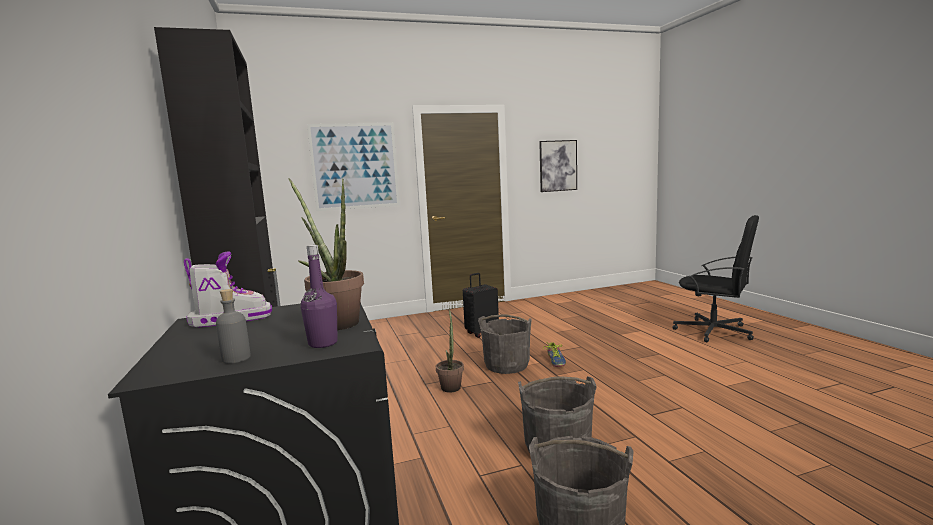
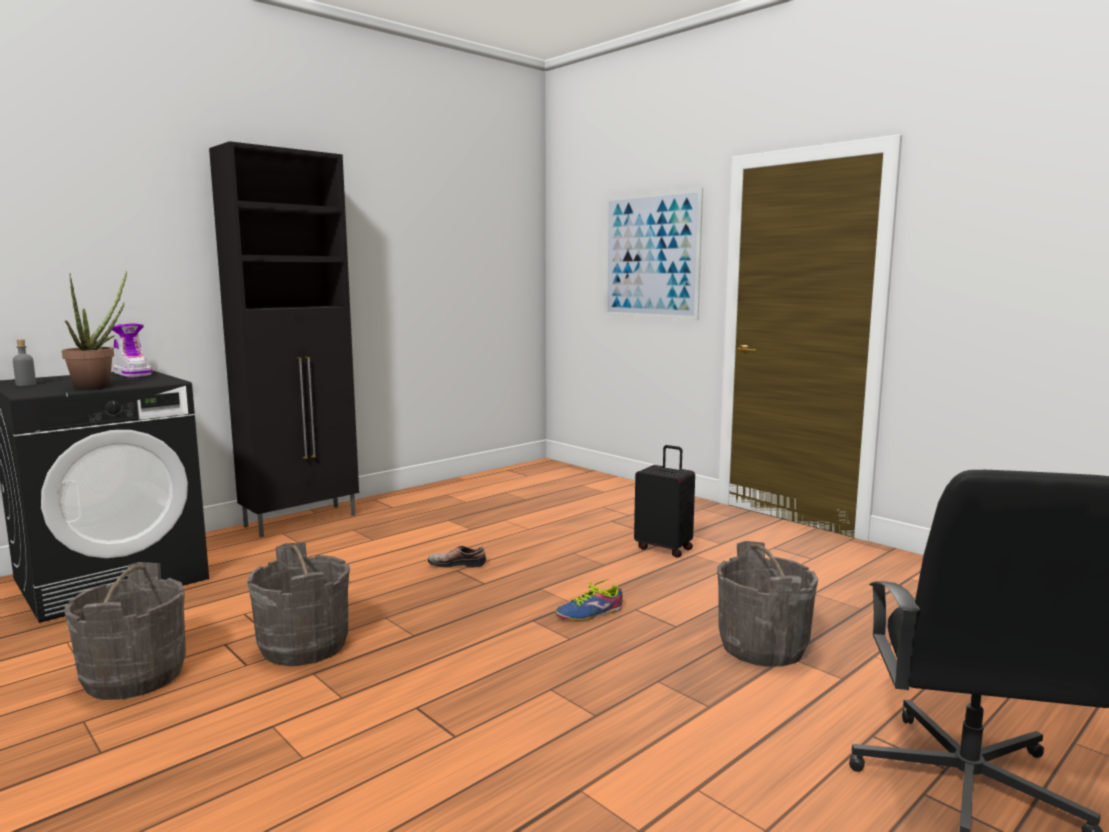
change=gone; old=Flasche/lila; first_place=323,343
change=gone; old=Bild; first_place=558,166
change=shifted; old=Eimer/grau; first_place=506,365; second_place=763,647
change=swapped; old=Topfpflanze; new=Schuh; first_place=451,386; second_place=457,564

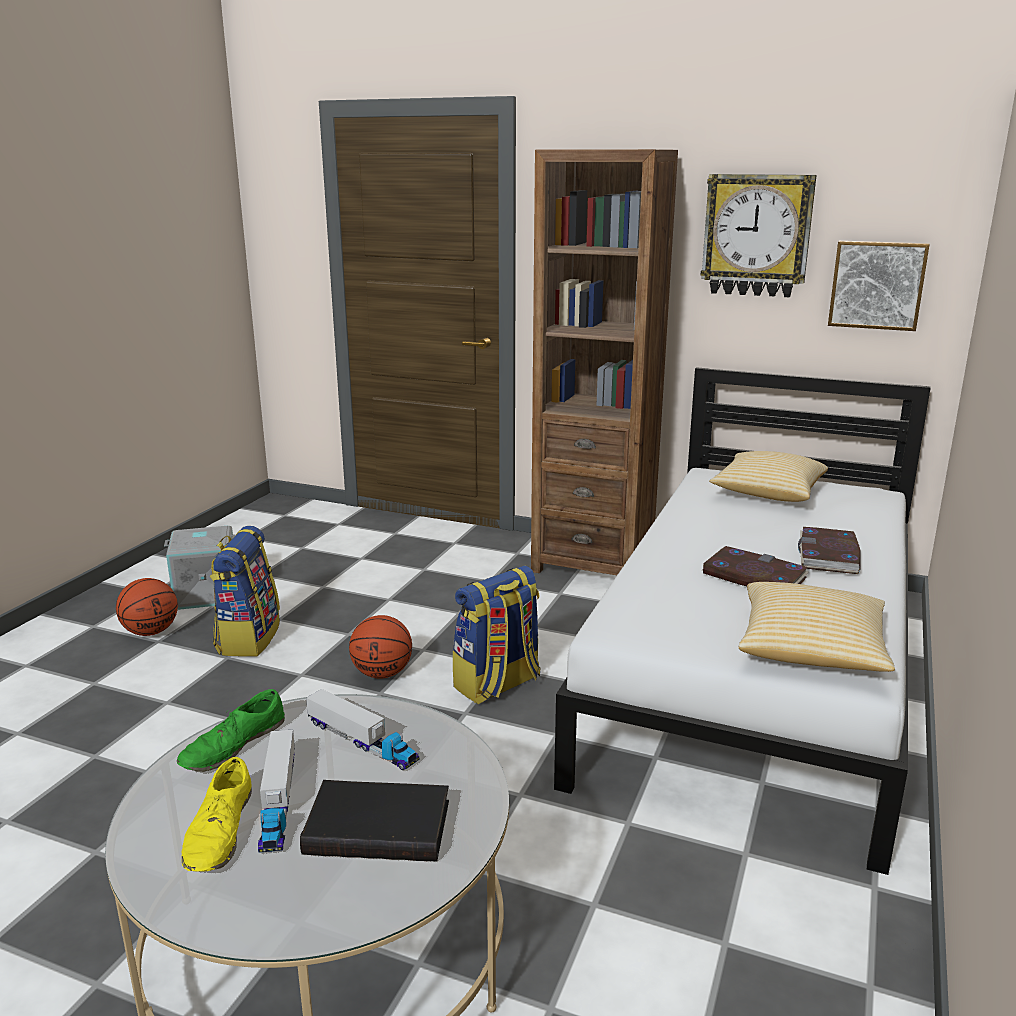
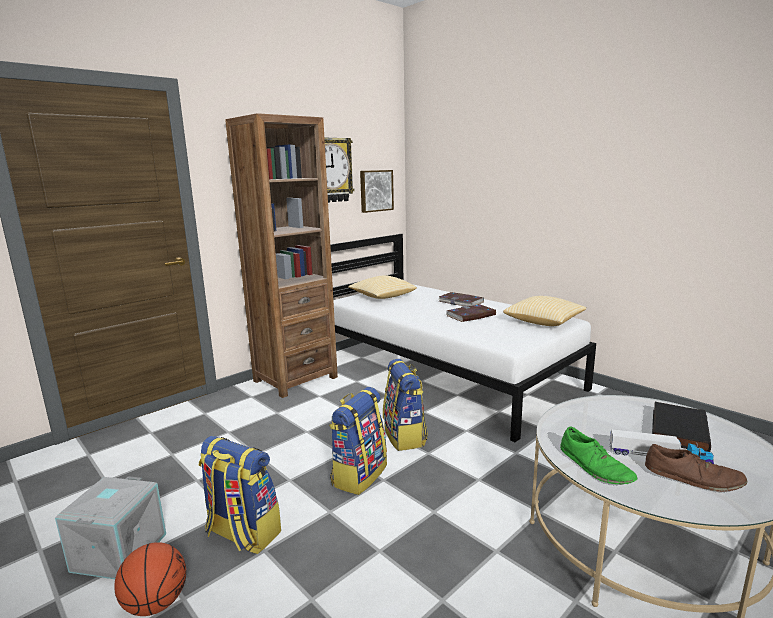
change=gone; old=Spielzeuglaster; first_place=362,742
change=swapped; old=Basketball; new=Rucksack; first_place=382,673; second_place=359,474
change=repainted; old=Schuh/gelb; new=Schuh/braun; first_place=220,831; second_place=693,478

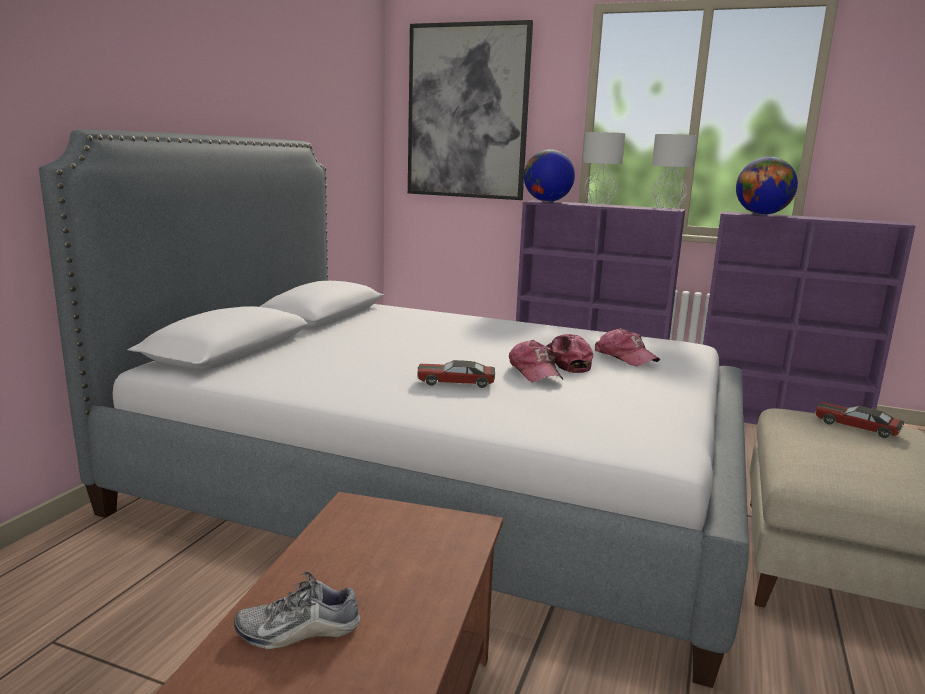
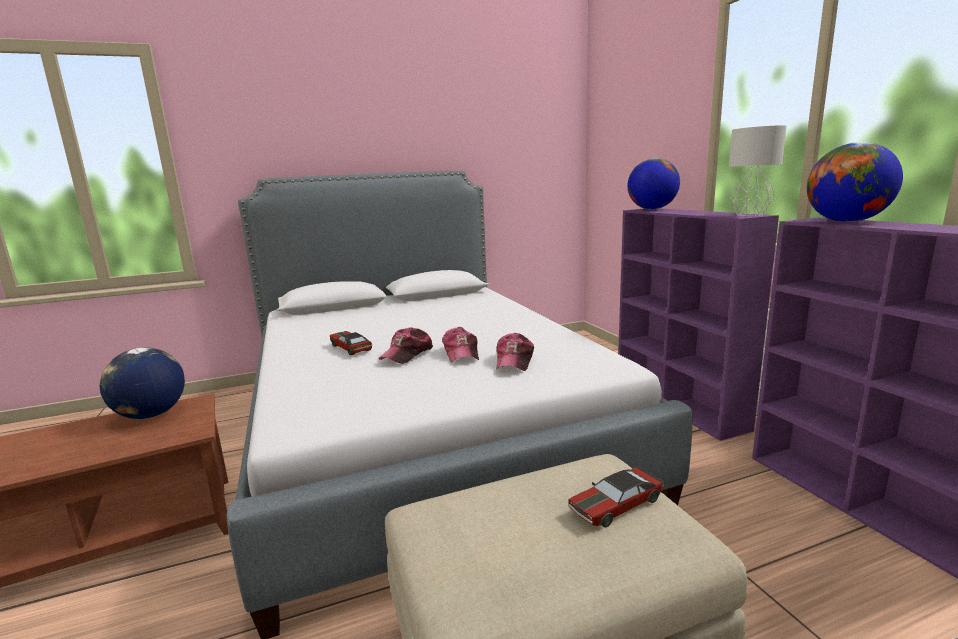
change=gone; old=Schuh; first_place=298,630
change=gone; old=Bild; first_place=467,112
change=gone; old=Tischlampe/grau; first_place=598,204
change=new; new=Globus; second_place=151,415
change=rotated; old=Kappe; first_place=566,362; second_place=461,353; degrees=135
change=rotated; old=Spielzeugauto; first_place=856,426; second_place=616,505; degrees=-120

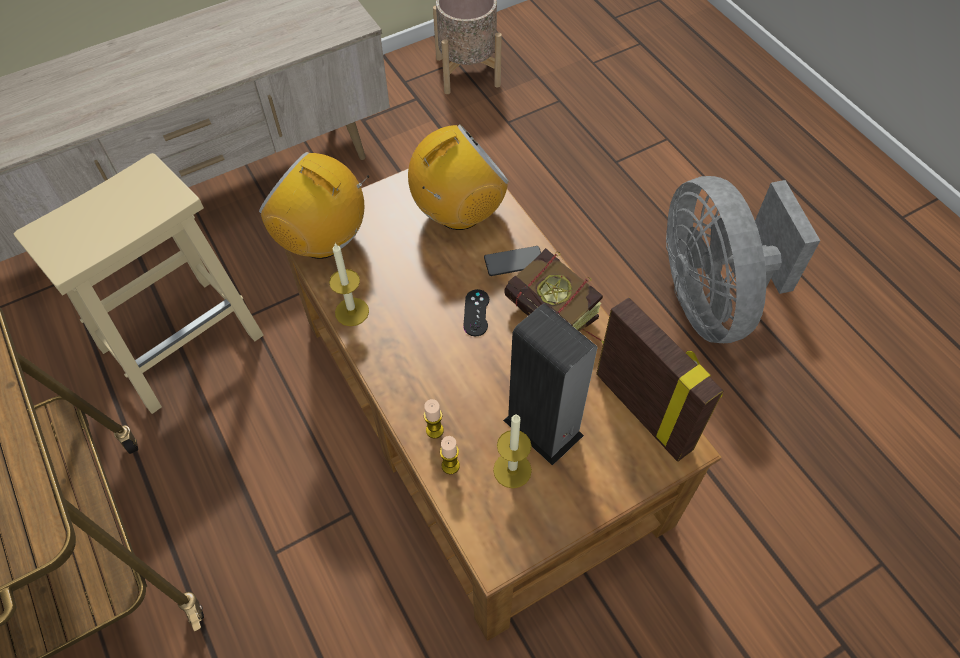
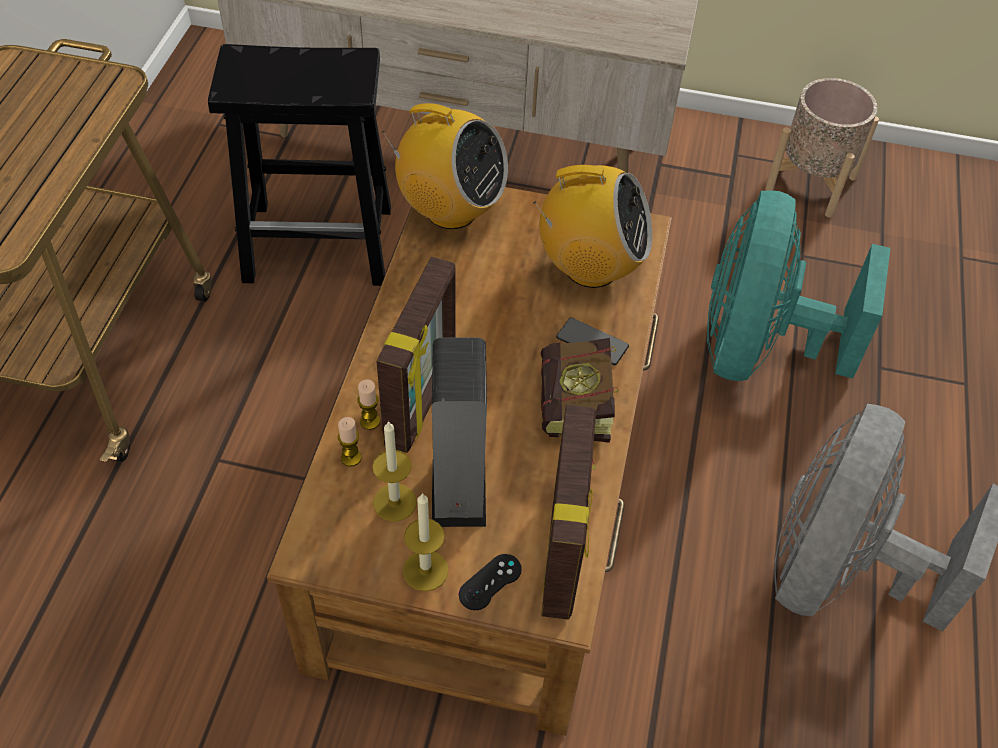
change=new; new=Bilderrahmen; second_place=423,399
change=new; new=Ventilator/türkis; second_place=759,347
change=shifted; old=Kerze; first_place=352,312; second_place=425,570
change=shifted; old=Gamepad/schwarz; first_place=476,313; second_place=490,582
change=repainted; old=Hocker/beige; new=Hocker/schwarz; first_place=183,339; second_place=321,243
change=rotated; old=Radio; first_place=323,240; second_place=450,210; degrees=135

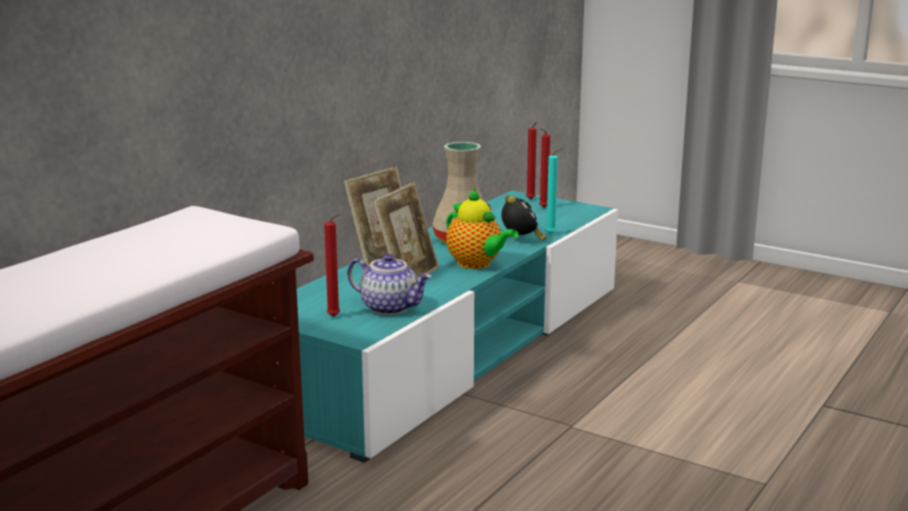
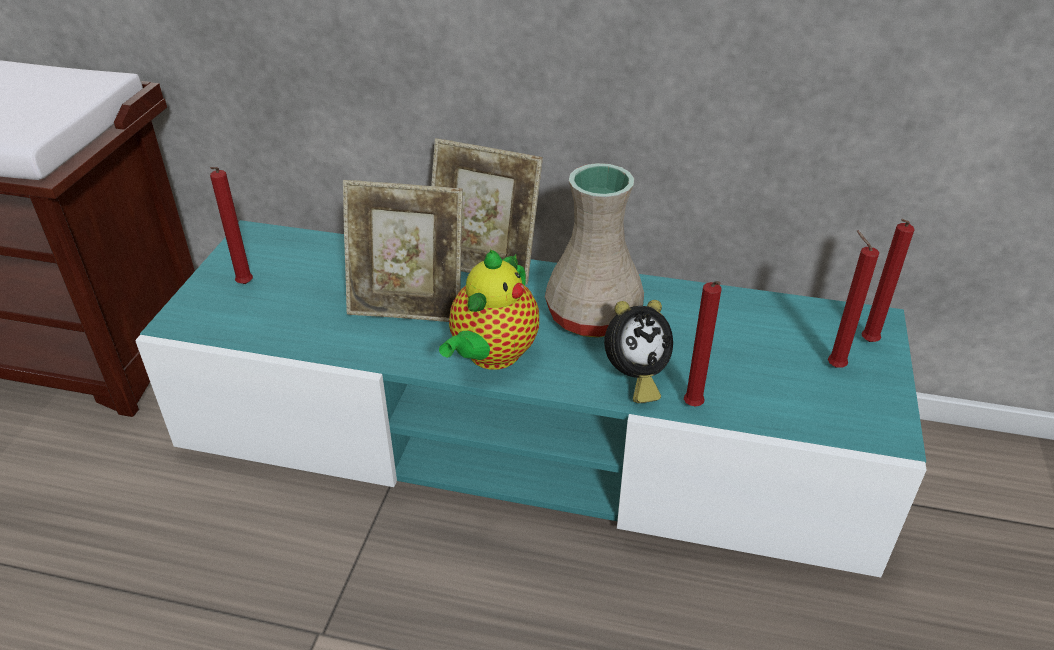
change=gone; old=Teekanne; first_place=390,307
change=repainted; old=Kerze/türkis; new=Kerze/rot; first_place=552,234; second_place=693,408

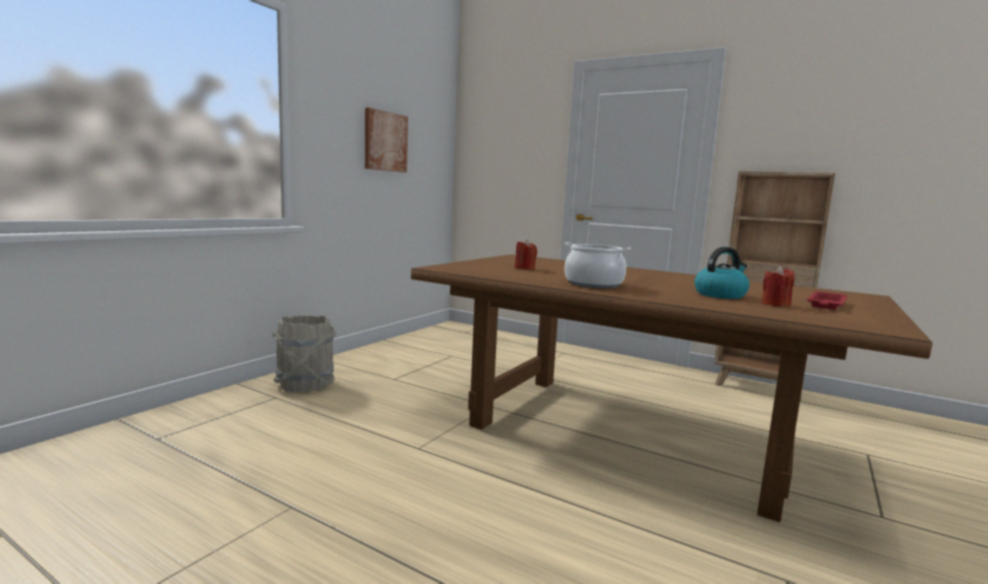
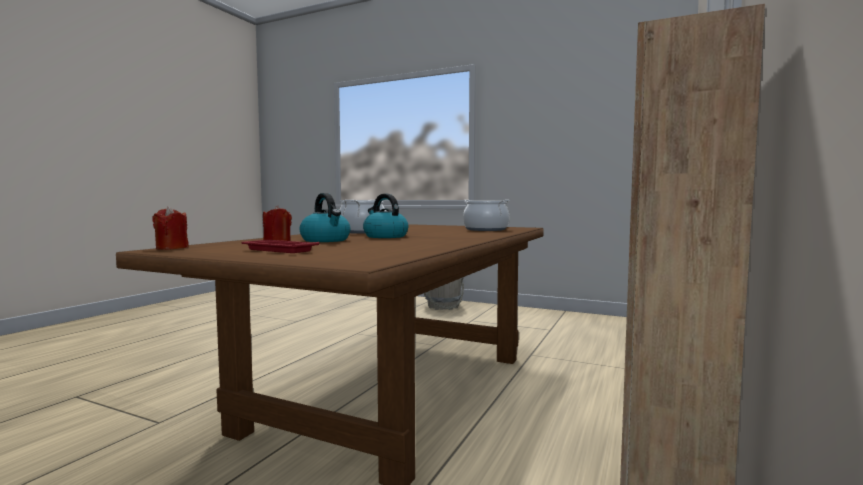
change=gone; old=Bild; first_place=385,141
change=new; new=Wasserkessel; second_place=385,236
change=new; new=Kochtopf; second_place=486,229
change=shifted; old=Kerze/rot; first_place=525,268; second_place=172,248

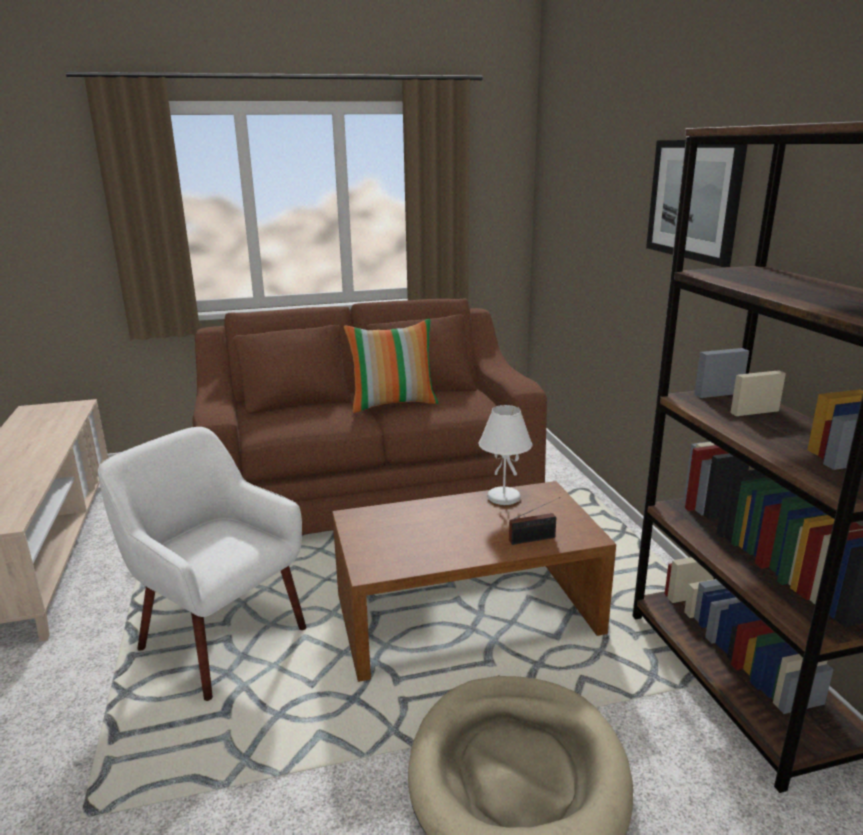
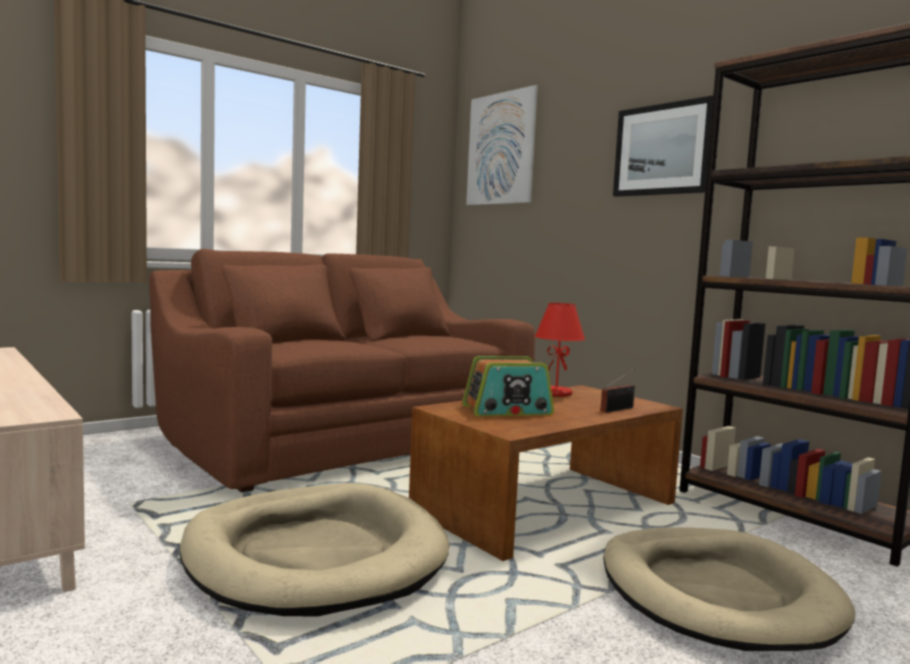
change=gone; old=Kissen; first_place=393,403
change=new; new=Radio; second_place=507,410
change=new; new=Bild; second_place=501,149
change=swapped; old=Sessel/weiß; new=Hundebett/beige; first_place=220,639; second_place=314,556
change=repainted; old=Tischlampe/weiß; new=Tischlampe/rot; first_place=503,498; second_place=555,393

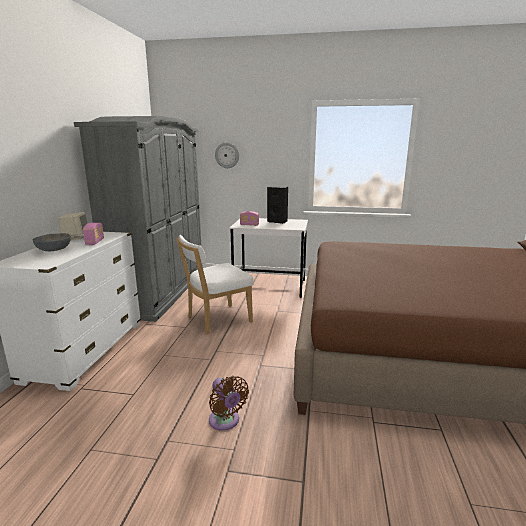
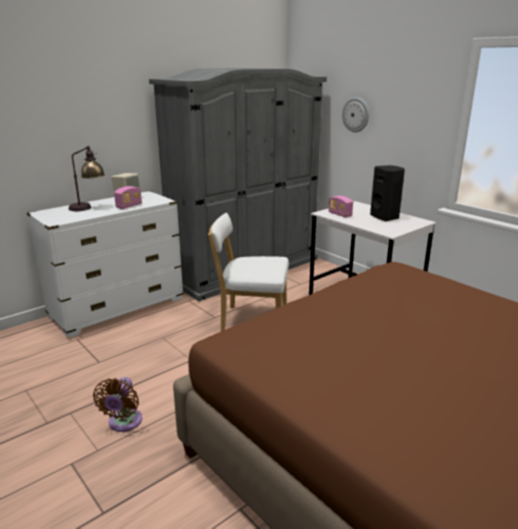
change=swapped; old=Schüssel/grau; new=Tischlampe; first_place=53,250; second_place=88,208

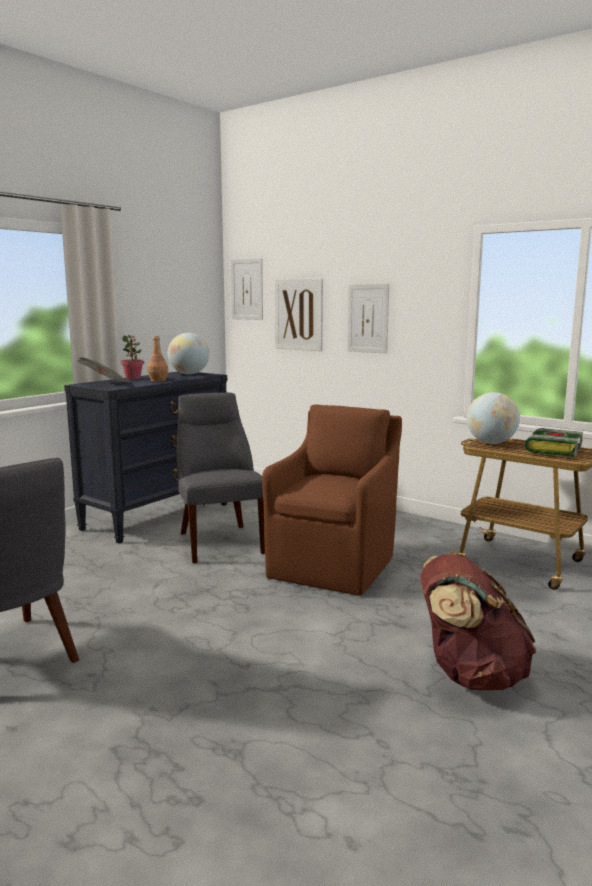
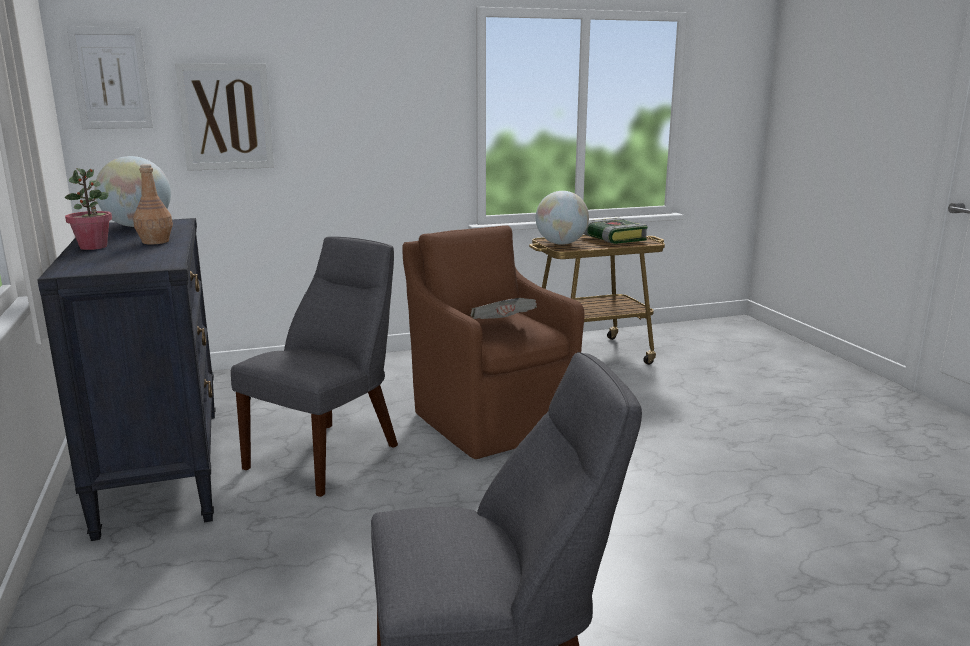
change=gone; old=Bild; first_place=368,318
change=gone; old=Rucksack/braun; first_place=469,675
change=shifted; old=Zeitung; first_place=105,383; second_place=502,327
change=rotated; old=Stuhl/grau; first_place=219,541; second_place=329,454; degrees=105

